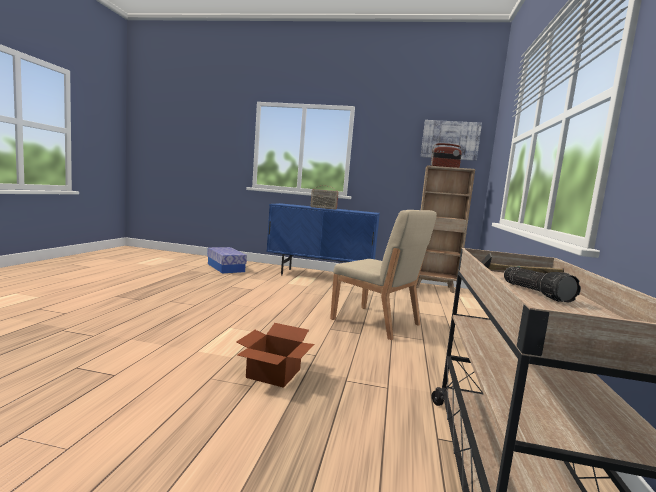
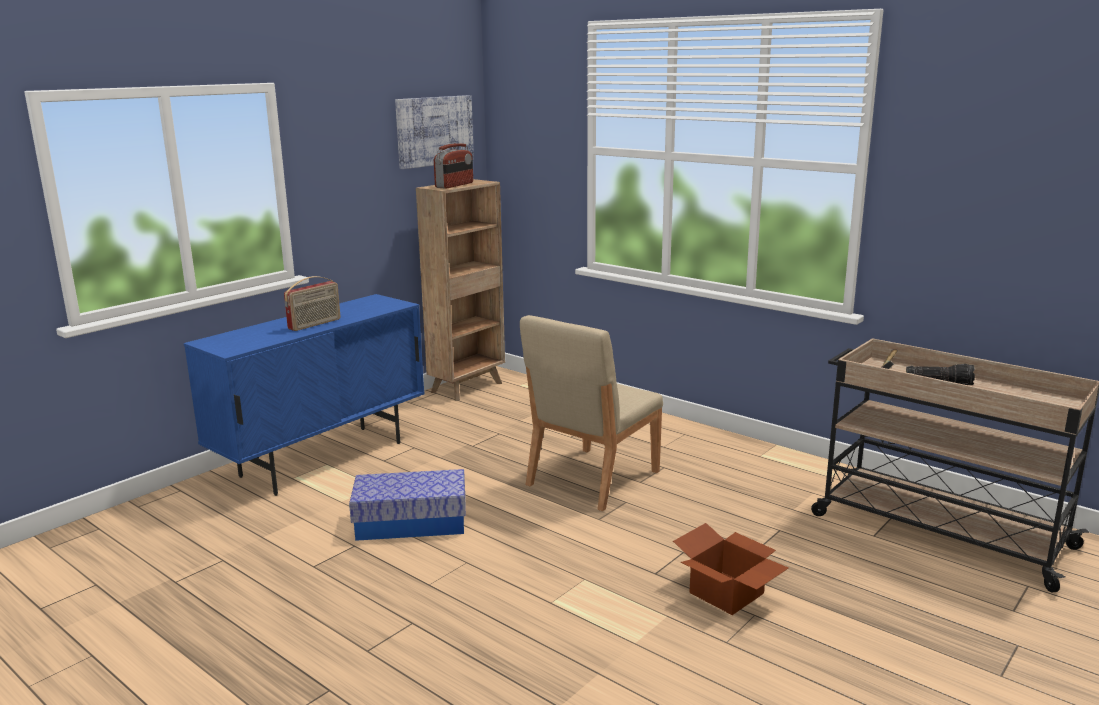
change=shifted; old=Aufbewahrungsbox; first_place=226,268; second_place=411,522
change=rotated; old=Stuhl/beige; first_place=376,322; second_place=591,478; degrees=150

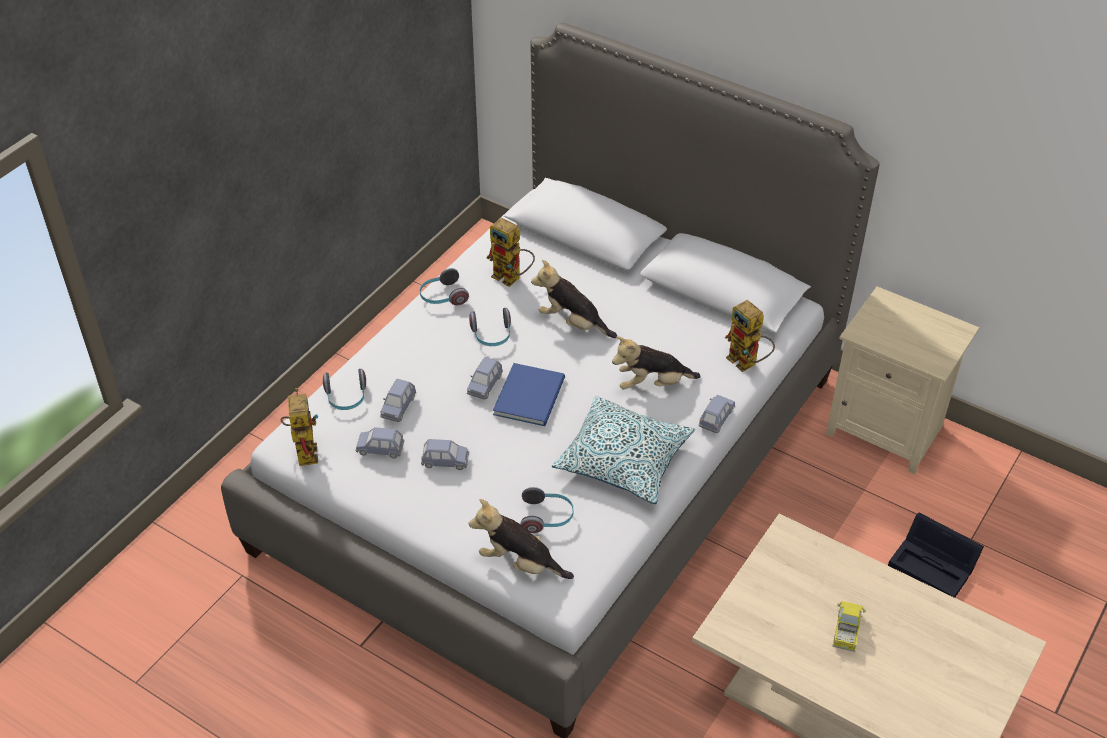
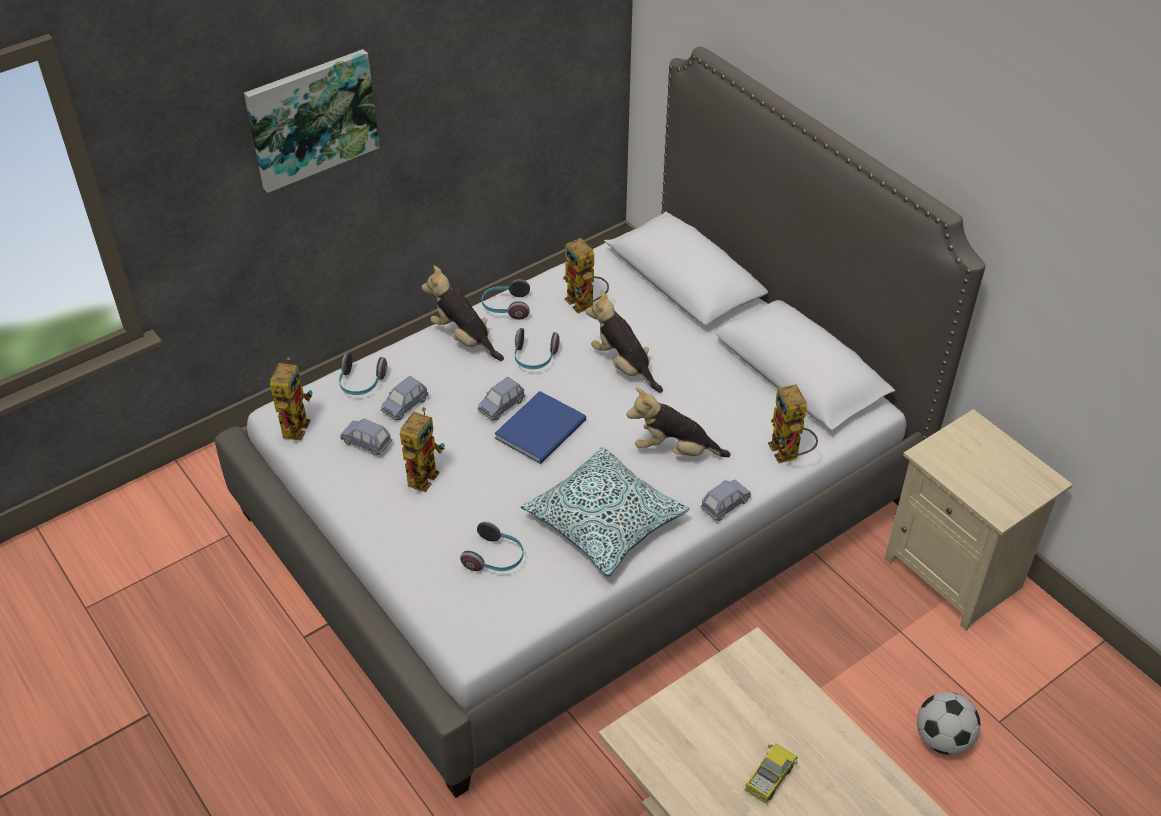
change=new; new=Bild; second_place=312,118
change=shifted; old=Plüschtier; first_place=520,563; second_place=464,338
change=swapped; old=Spielzeugauto/blau; new=Spielzeugroboter; first_place=445,461; second_place=424,472
change=swapped; old=Aufbewahrungsbox/schwarz; new=Fußball; first_place=934,566; second_place=942,739

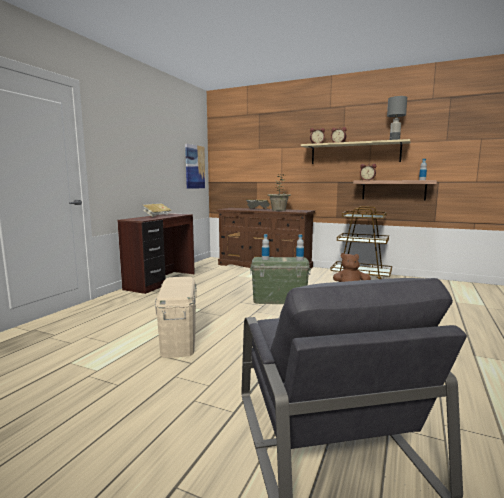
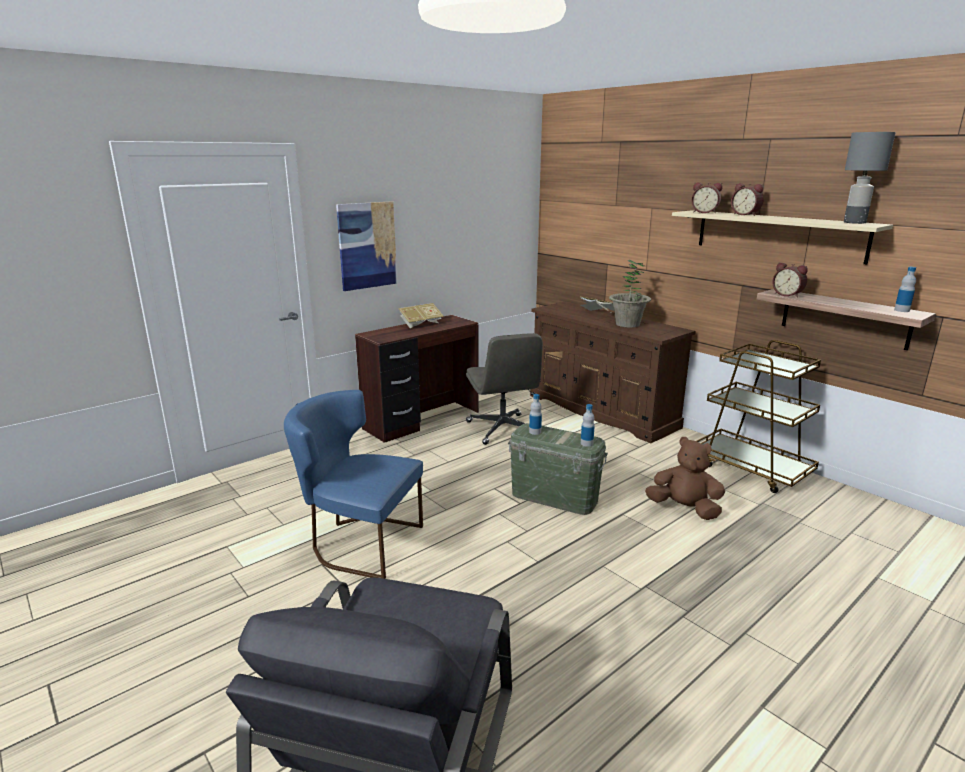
change=new; new=Bürostuhl/grau; second_place=503,429
change=shifted; old=Bild; first_place=195,167; second_place=367,245
change=swapped; old=Aufbewahrungsbox/beige; new=Stuhl/blau; first_place=179,340; second_place=359,543

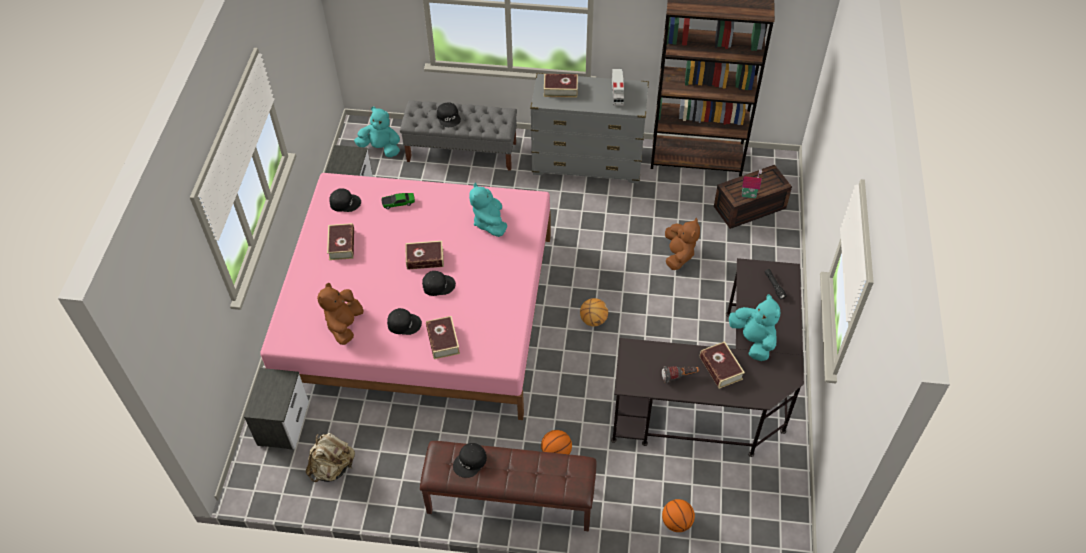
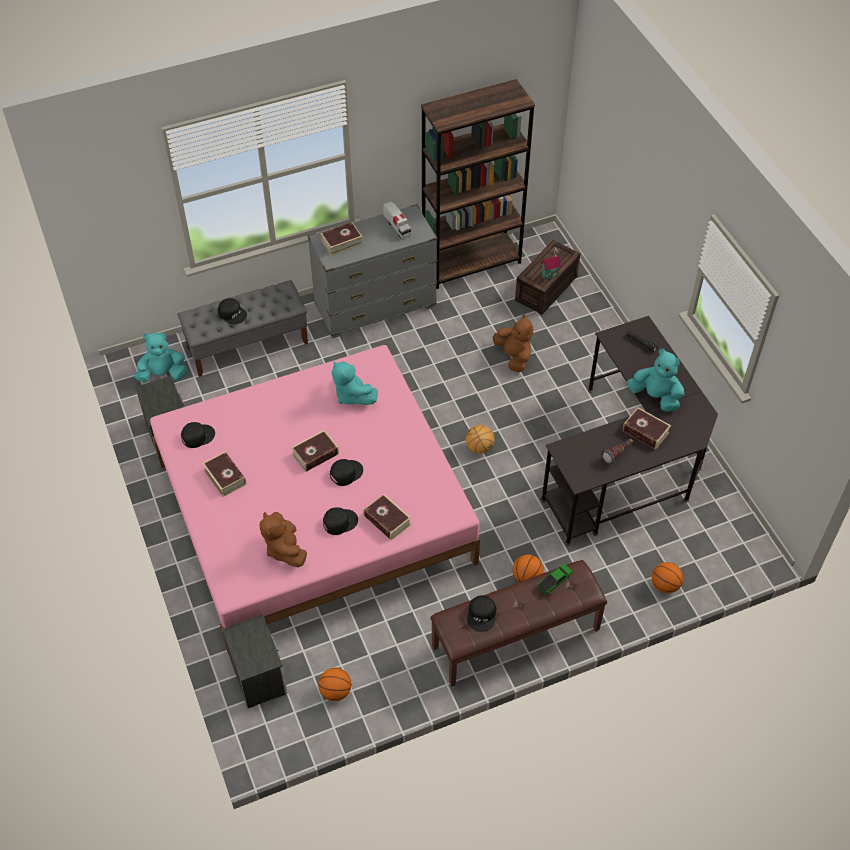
change=shifted; old=Spielzeugauto; first_place=398,203; second_place=554,581
change=swapped; old=Rucksack/beige; new=Basketball; first_place=332,467; second_place=335,691

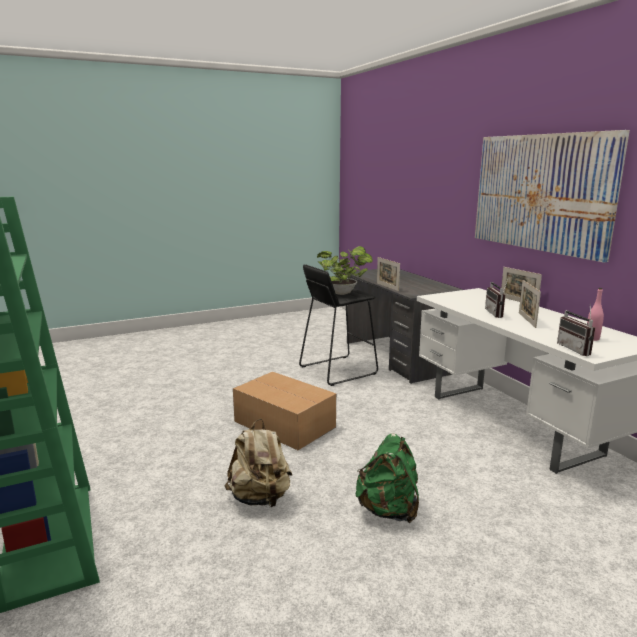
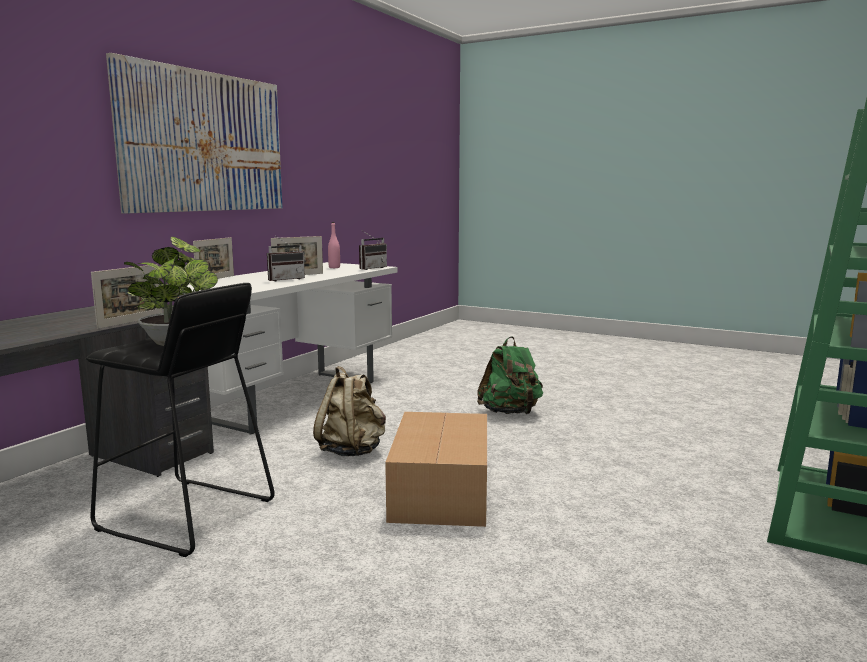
change=shifted; old=Rucksack/beige; first_place=260,498; second_place=352,451

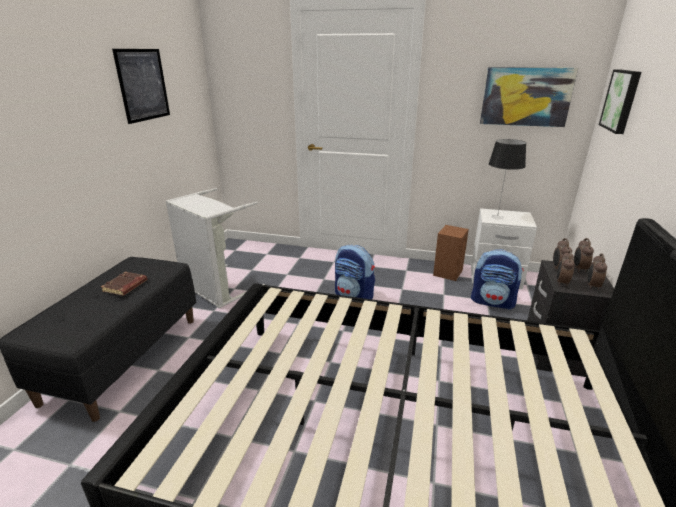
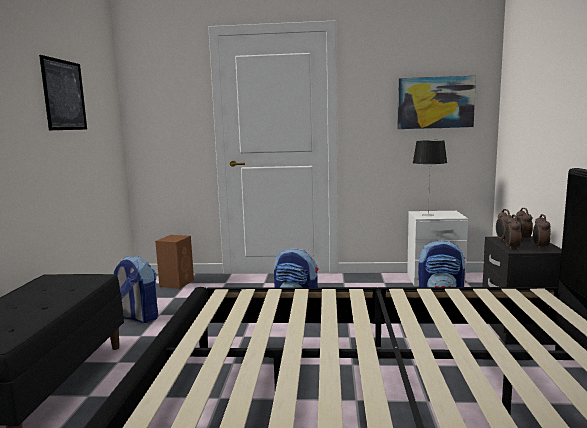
change=gone; old=Buch/braun; first_place=125,286
change=gone; old=Bild; first_place=622,100
change=shifted; old=Lautsprecher/braun; first_place=448,272; second_place=177,283
change=swapped; old=Wäschekorb/grau; new=Rucksack; first_place=215,289; second_place=137,317

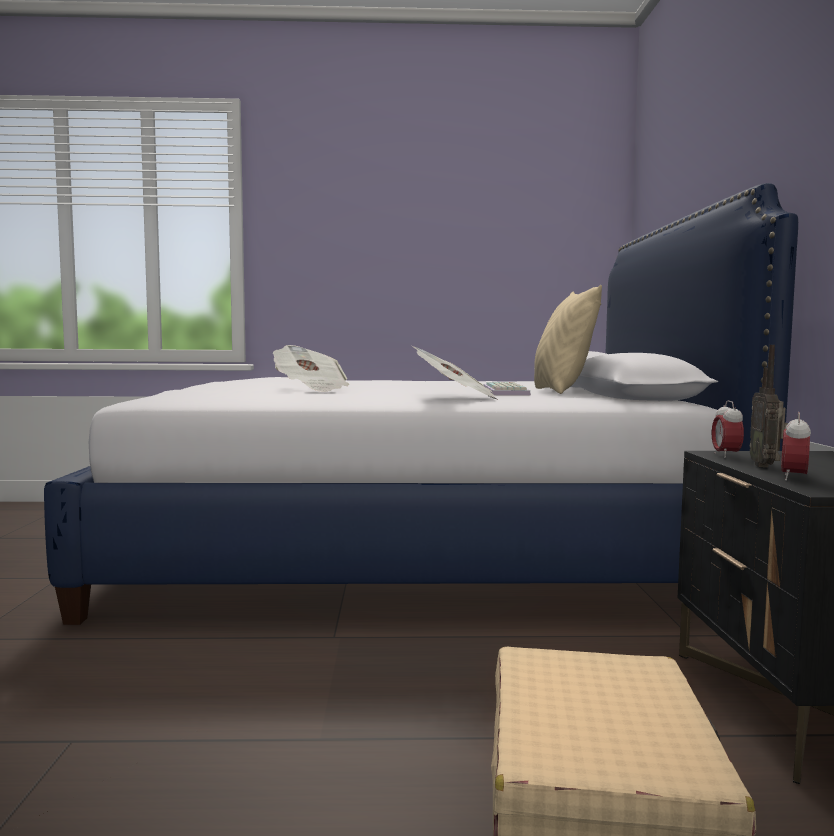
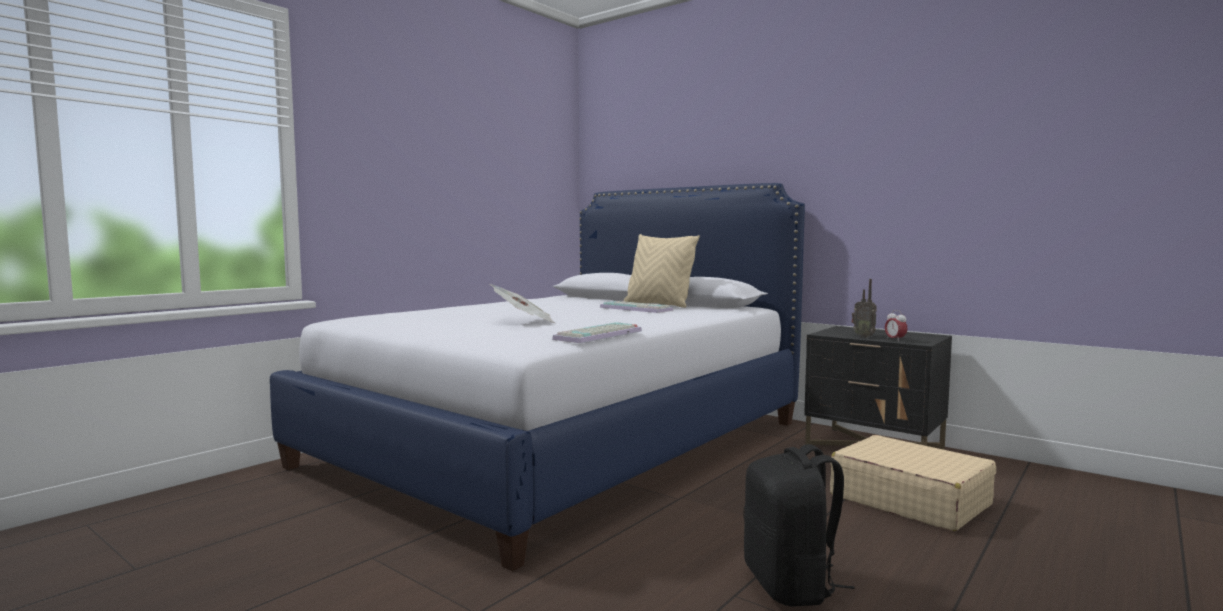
change=gone; old=Zeitung; first_place=456,397
change=gone; old=Wecker; first_place=726,455
change=new; new=Tastatur; second_place=599,335
change=new; new=Rucksack/schwarz; second_place=791,585

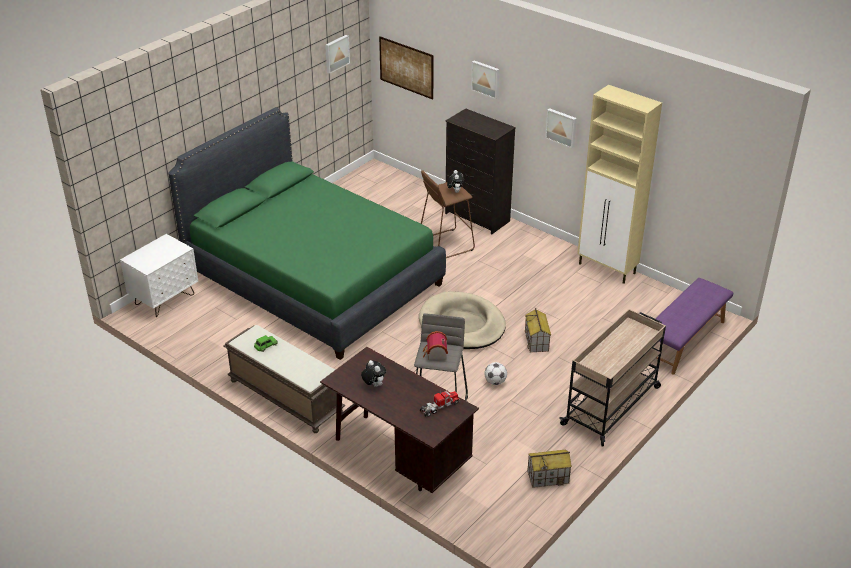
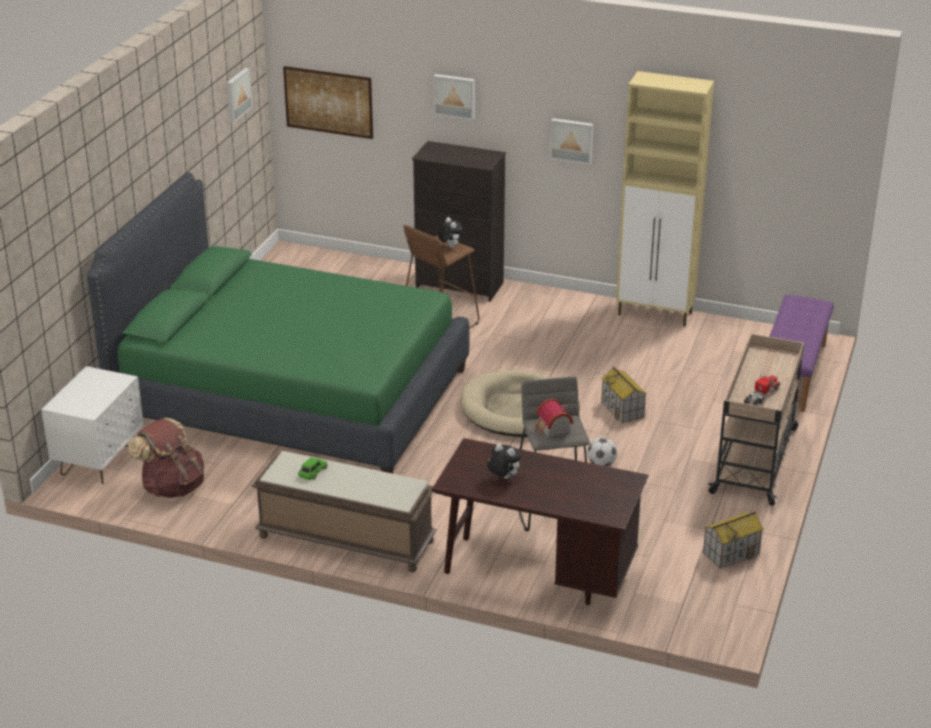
change=new; new=Rucksack/braun; second_place=172,487
change=shifted; old=Spielzeuglaster; first_place=439,407; second_place=761,396

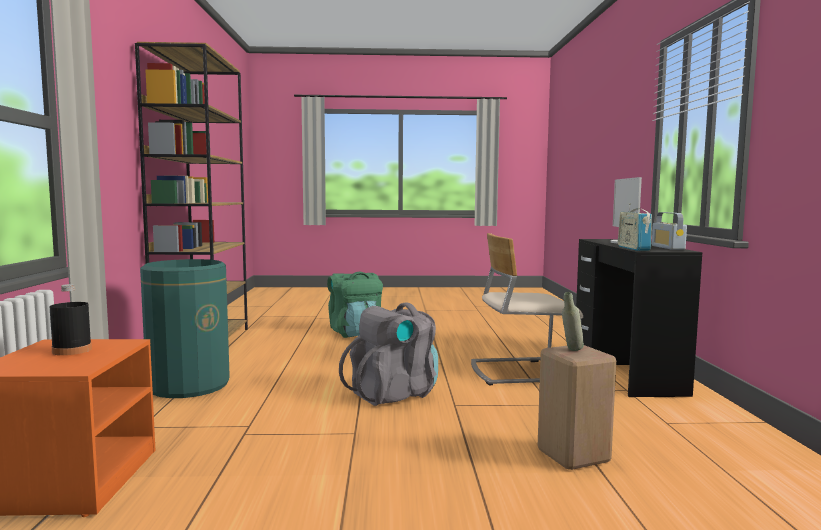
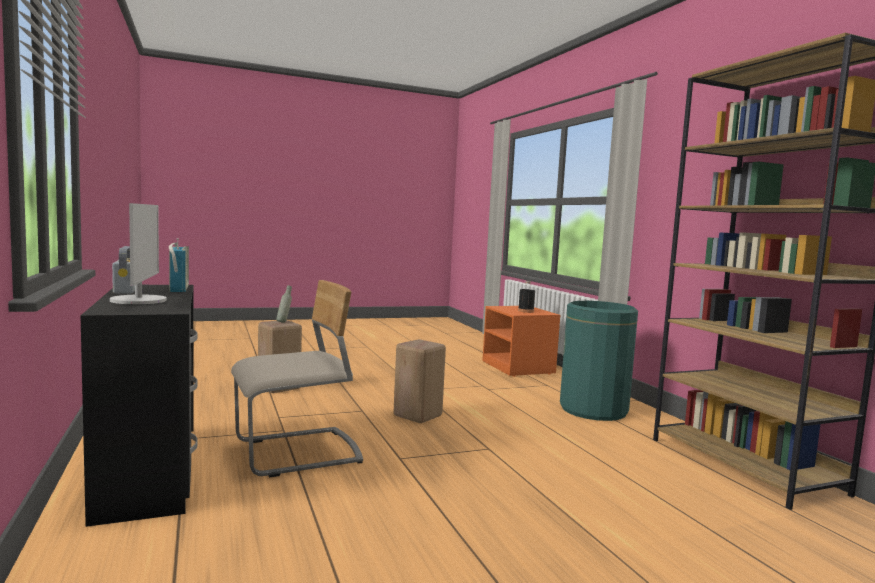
change=gone; old=Rucksack/grün; first_place=355,333
change=swapped; old=Rucksack/grau; new=Hocker/beige; first_place=394,394; second_place=419,416

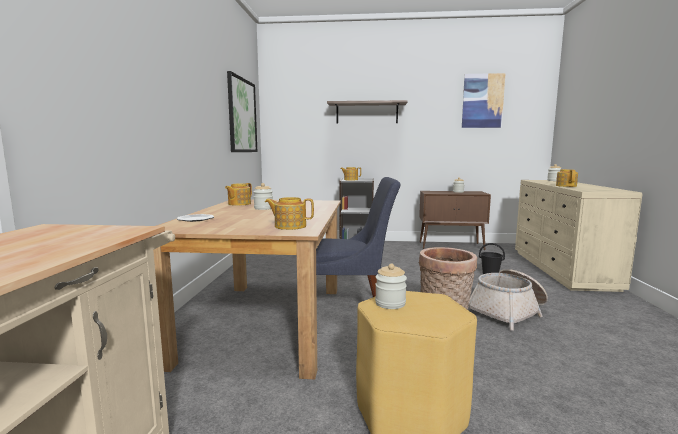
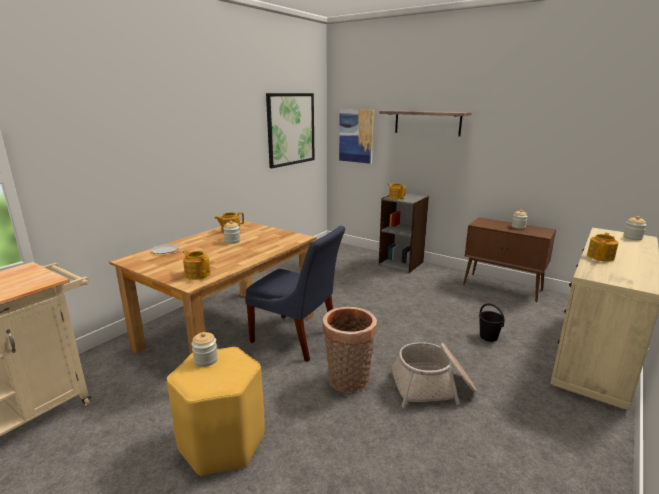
change=shifted; old=Bild; first_place=482,101; second_place=356,136

